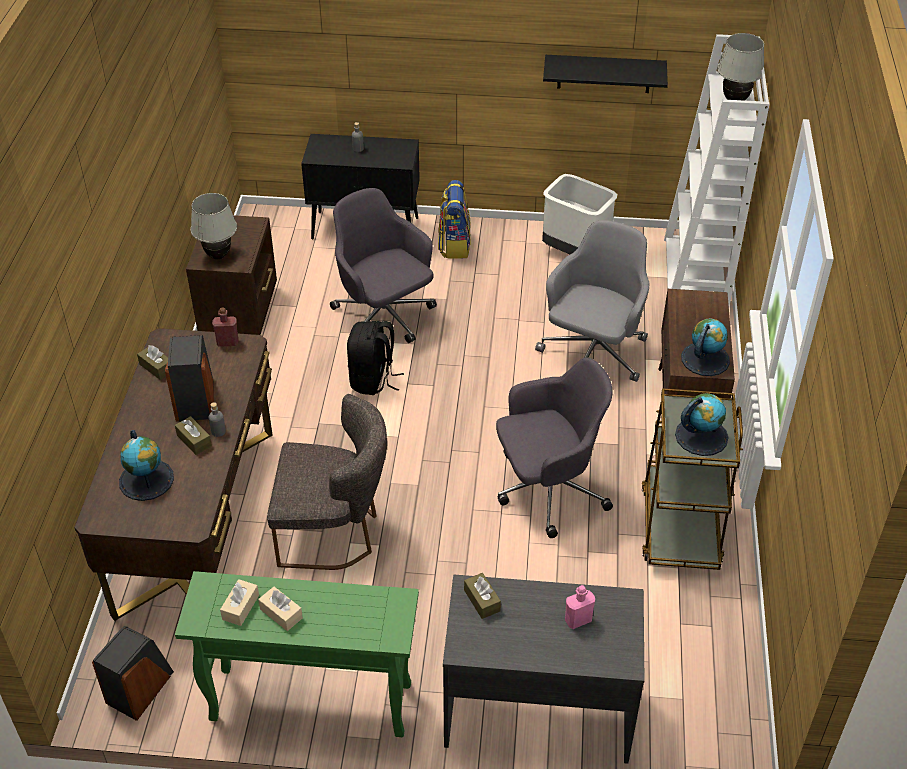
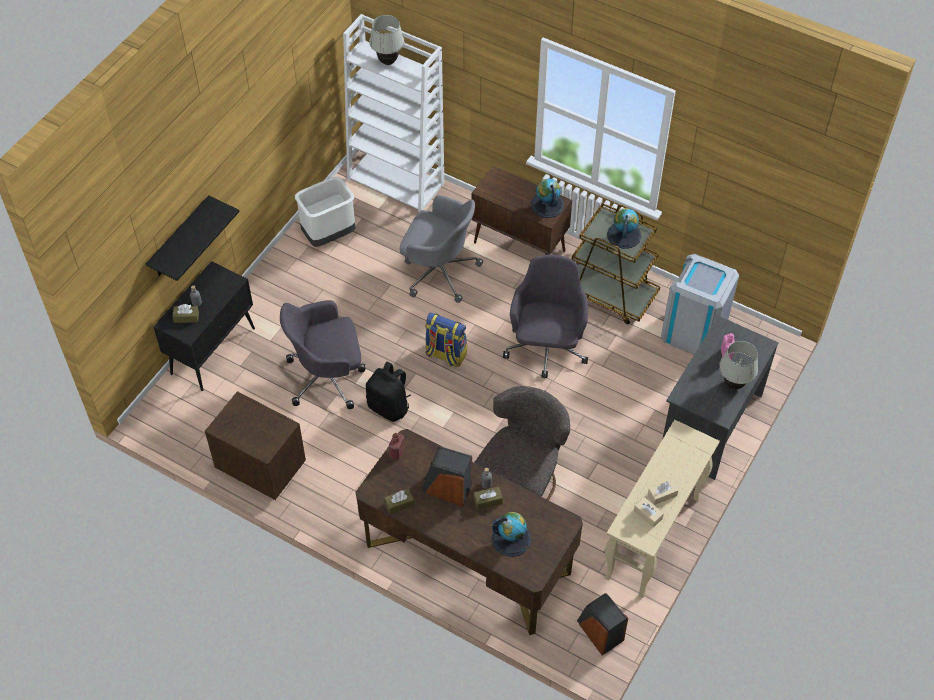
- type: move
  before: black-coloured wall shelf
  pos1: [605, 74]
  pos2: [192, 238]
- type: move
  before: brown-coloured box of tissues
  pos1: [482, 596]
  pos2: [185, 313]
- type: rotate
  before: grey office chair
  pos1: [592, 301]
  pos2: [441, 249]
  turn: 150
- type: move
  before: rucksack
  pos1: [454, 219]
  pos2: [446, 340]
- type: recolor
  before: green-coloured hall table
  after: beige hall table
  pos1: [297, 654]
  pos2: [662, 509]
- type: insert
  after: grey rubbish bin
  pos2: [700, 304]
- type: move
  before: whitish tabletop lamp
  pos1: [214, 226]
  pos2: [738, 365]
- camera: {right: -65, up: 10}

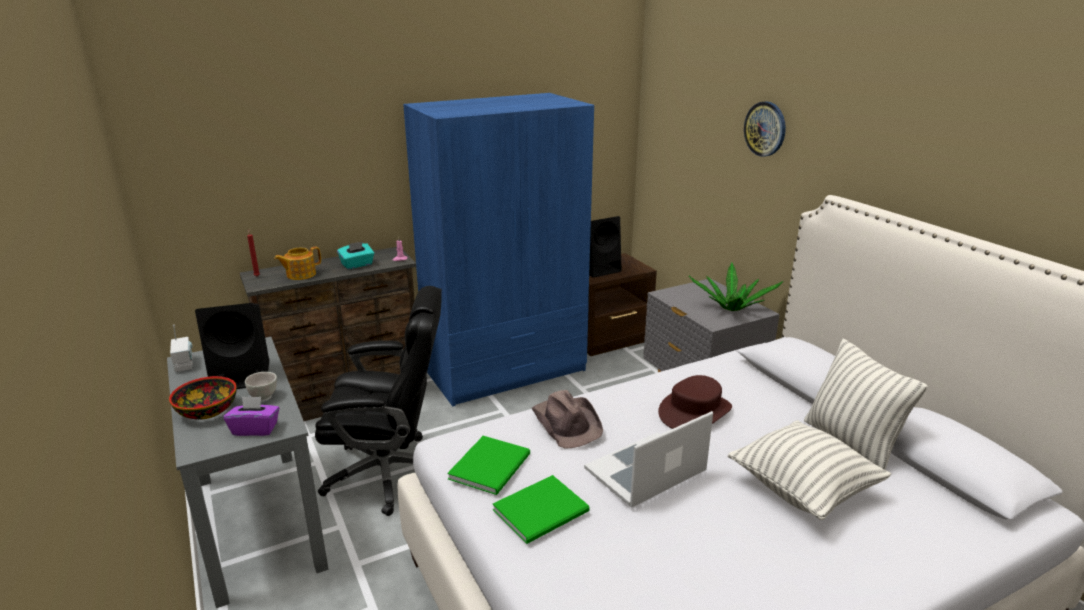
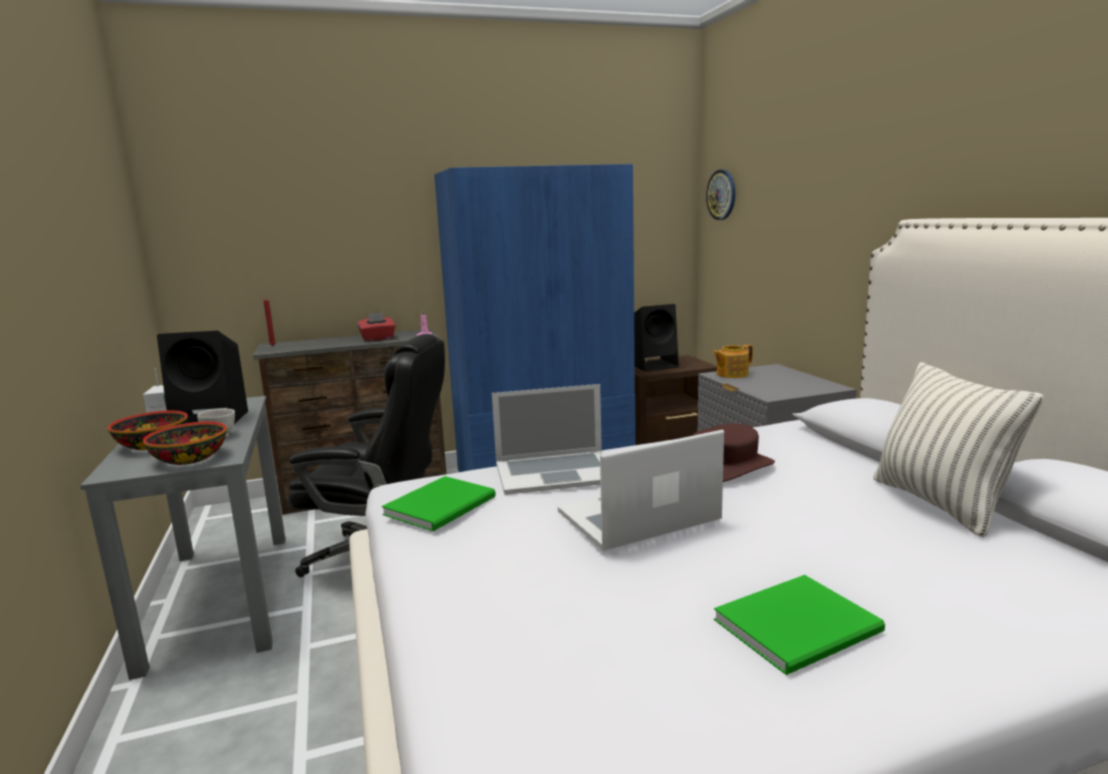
- type: replace
  before: purple box of tissues
  after: bowl
  pos1: [251, 416]
  pos2: [185, 443]
- type: recolor
  before: blue-green box of tissues
  after: reddish box of tissues
  pos1: [355, 255]
  pos2: [376, 327]
- type: replace
  before: brown-coloured clothing hat
  after: laptop
  pos1: [567, 419]
  pos2: [548, 439]
- type: move
  before: wall clock
  pos1: [765, 128]
  pos2: [721, 194]
- type: move
  before: pot for tea
  pos1: [297, 263]
  pos2: [732, 361]
- type: move
  before: green-coloured book
  pos1: [541, 509]
  pos2: [799, 625]
- type: delete
  before: houseplant
  pos1: [736, 287]
- type: delete
  before: cushion
  pos1: [809, 470]
- camera: {right: 10, up: -10}

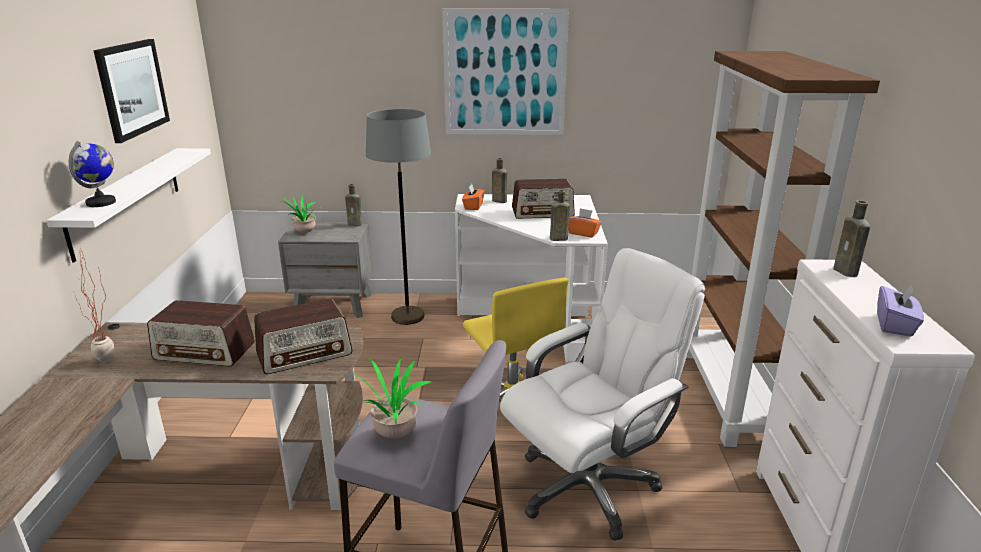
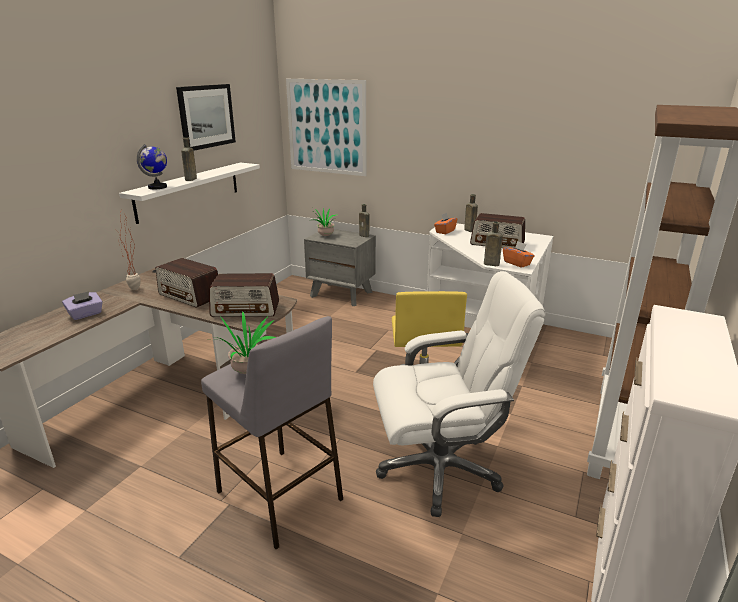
- type: move
  before: purple box of tissues
  pos1: [900, 310]
  pos2: [82, 305]
- type: move
  before: brown-coloured drink bottle
  pos1: [852, 238]
  pos2: [189, 159]
- type: move
  before: wall art
  pos1: [505, 71]
  pos2: [326, 127]
- type: delete
  before: grey standing lamp
  pos1: [398, 217]
- camera: {right: 25, up: 0}

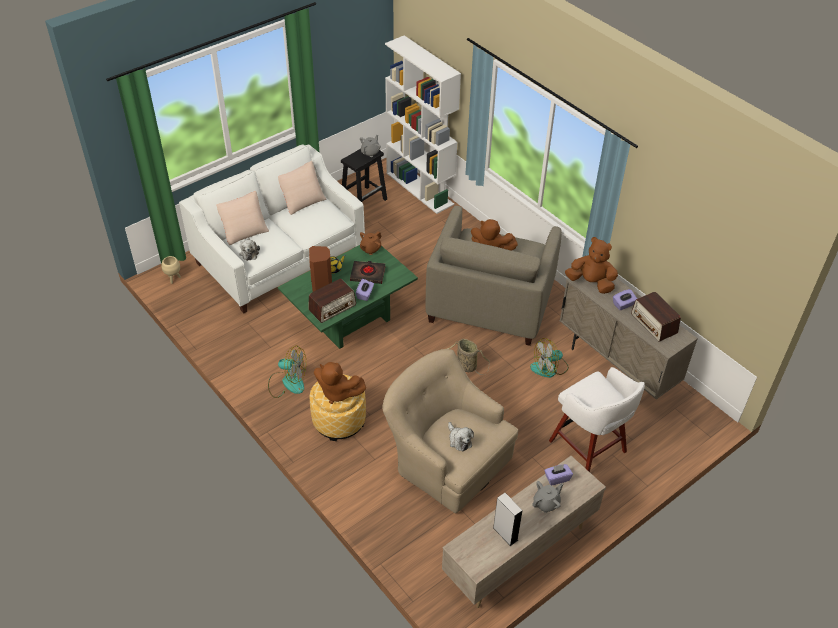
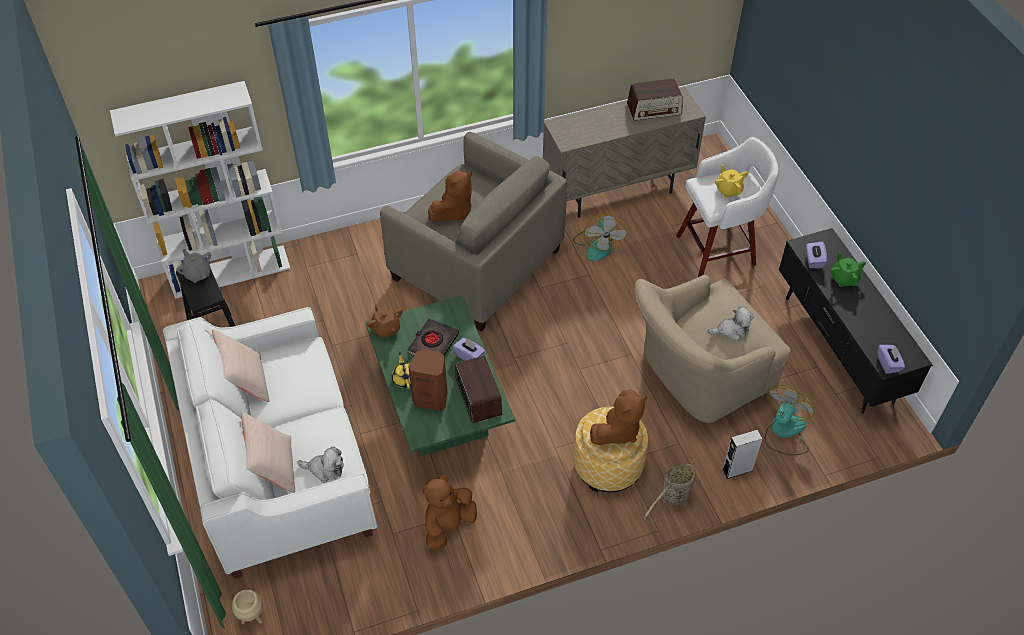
- type: move
  before: brown-coloured plush toy
  pos1: [591, 265]
  pos2: [449, 512]
- type: move
  before: household basket
  pos1: [465, 357]
  pos2: [671, 491]
- type: insert
  after: yellow-coloured pot for tea
  pos2: [731, 181]
- type: move
  before: grey speaker
  pos1: [508, 519]
  pos2: [742, 454]
- type: move
  before: fan
  pos1: [287, 372]
  pos2: [790, 420]
- type: recolor
  before: beige tv unit
  after: black-coloured tv unit
  pos1: [524, 532]
  pos2: [856, 320]
- type: recolor
  before: grey pot for tea
  after: green-coloured pot for tea
  pos1: [547, 497]
  pos2: [848, 269]
- type: move
  before: purple box of tissues
  pos1: [625, 299]
  pos2: [891, 359]
- camera: {right: -70, up: 5}

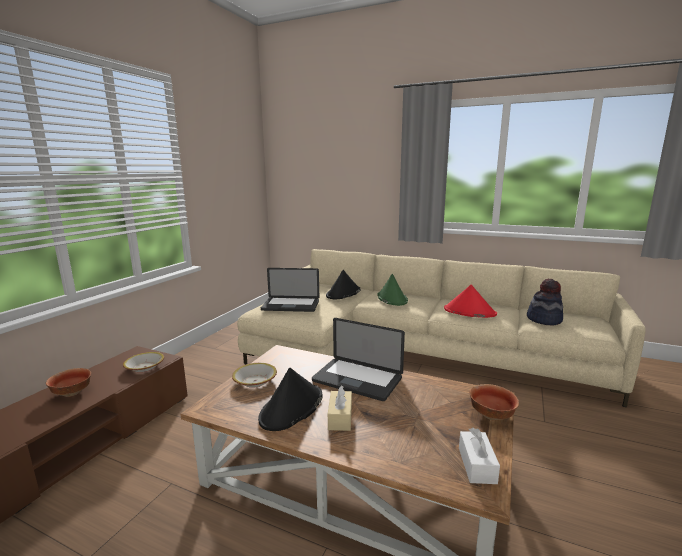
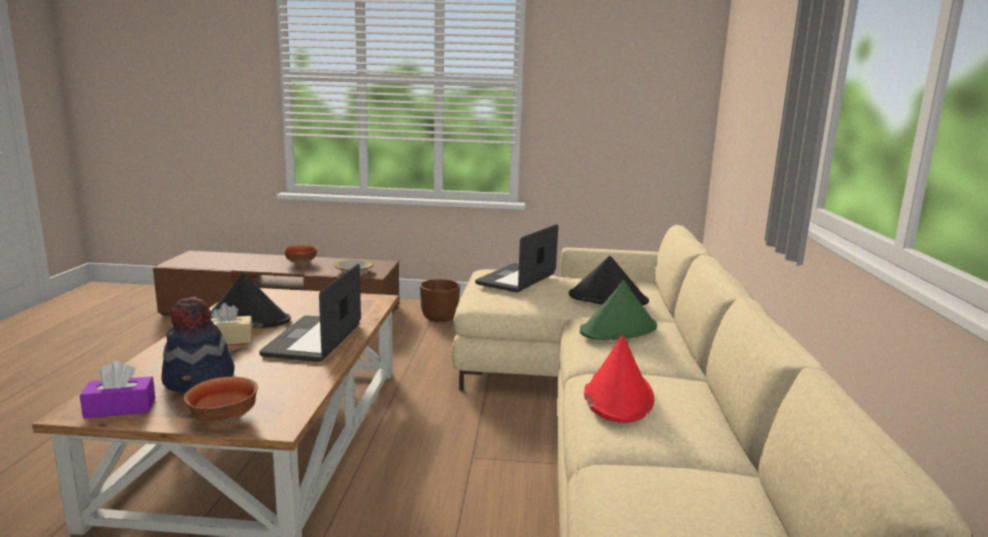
- type: recolor
  before: whitish box of tissues
  after: purple box of tissues
  pos1: [479, 456]
  pos2: [117, 390]
- type: move
  before: clothing hat
  pos1: [545, 302]
  pos2: [198, 344]
- type: insert
  after: brown-coloured flower pot
  pos2: [440, 300]
- type: rotate
  before: laptop
  pos1: [290, 290]
  pos2: [516, 258]
  turn: 45
- type: delete
  before: bowl
  pos1: [254, 375]
- camera: {right: 70, up: 0}

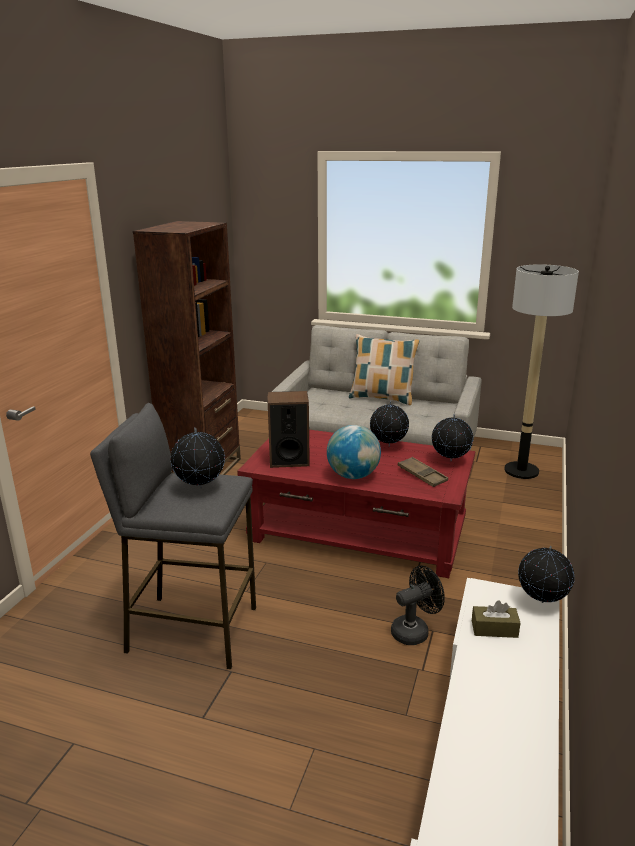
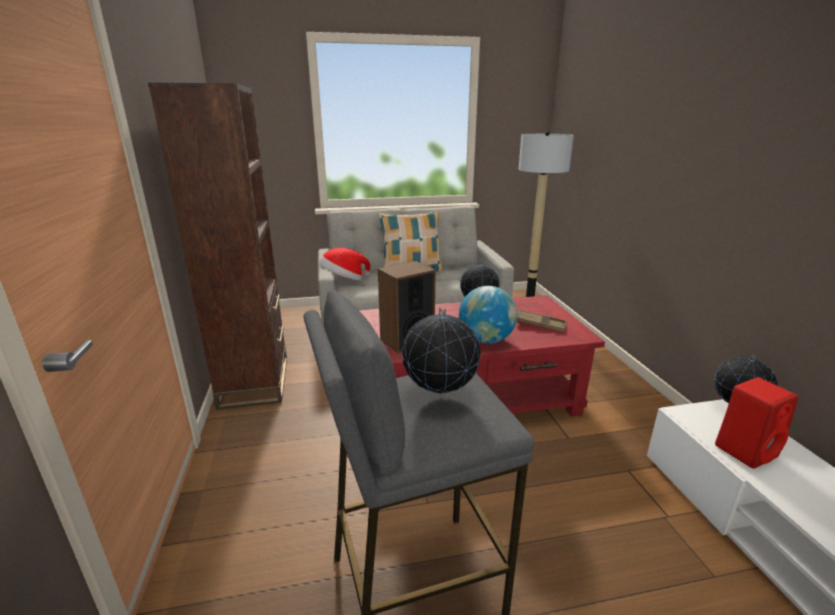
- type: insert
  after: clothing hat
  pos2: [344, 264]
- type: replace
  before: brown-coloured box of tissues
  after: reddish speaker
  pos1: [496, 619]
  pos2: [756, 423]
- type: delete
  before: black-coloured fan
  pos1: [418, 605]
- type: delete
  before: globe
  pos1: [452, 438]
- camera: {right: -30, up: 0}

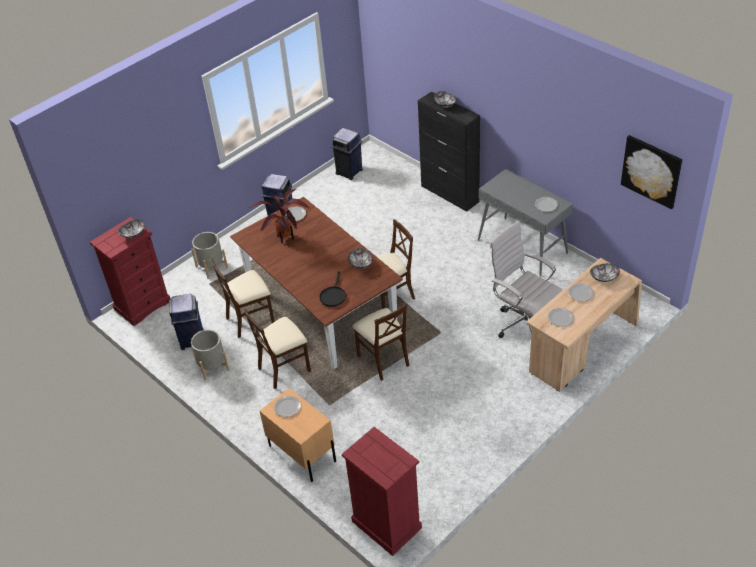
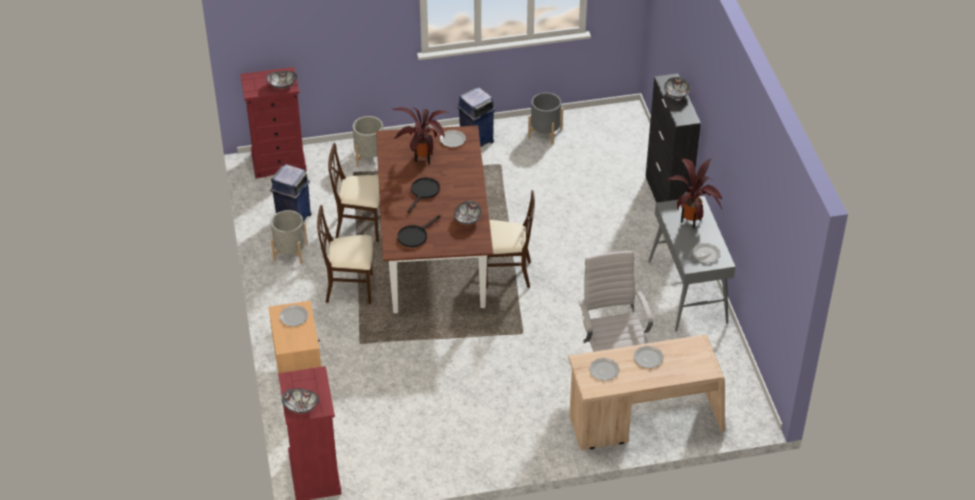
- type: move
  before: bowl
  pos1: [605, 272]
  pos2: [300, 400]
- type: insert
  after: black-coloured frying pan
  pos2: [423, 195]
- type: insert
  after: grey flower pot
  pos2: [545, 118]
- type: insert
  after: houseplant
  pos2: [694, 193]
- type: delete
  before: blue-coloured rubbish bin
  pos1: [347, 154]
- type: delete
  before: beige upright chair
  pos1: [381, 342]
- type: delete
  before: wall art
  pos1: [651, 172]
- camera: {right: 30, up: 0}

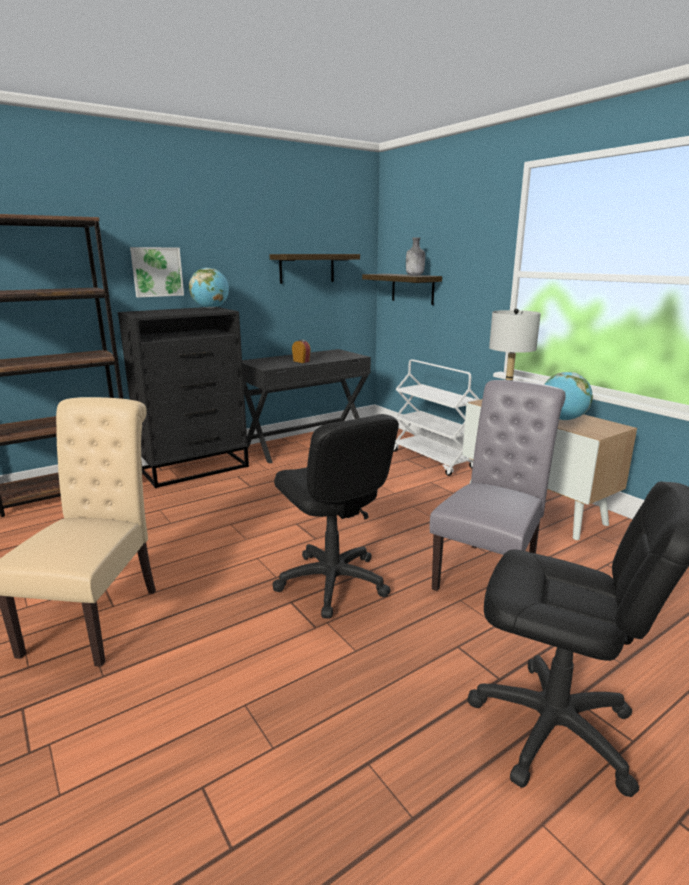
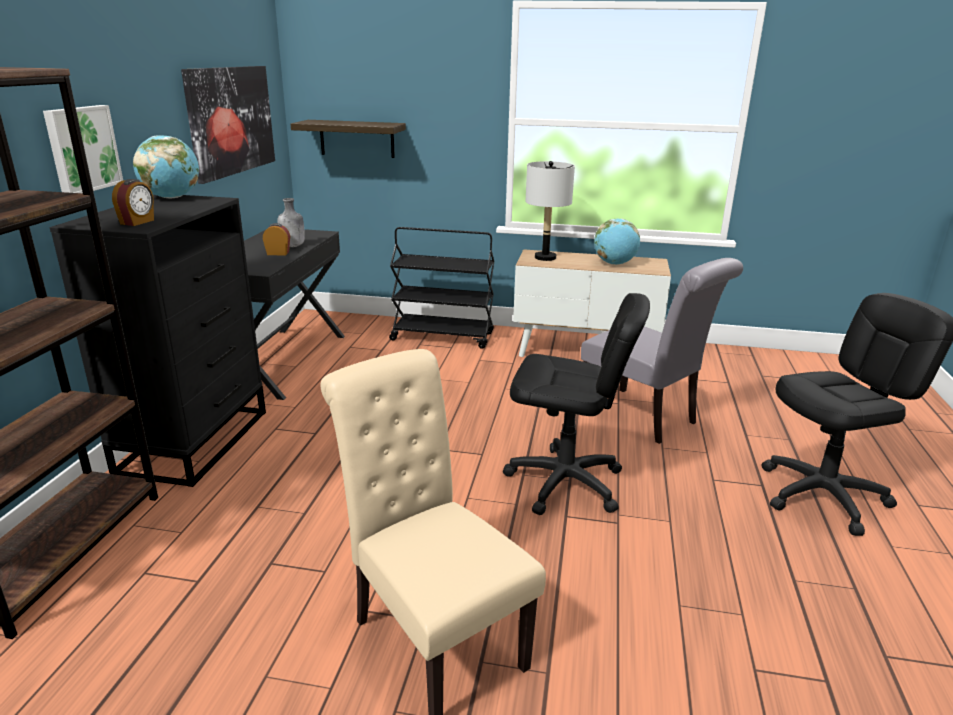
- type: insert
  after: alarm clock
  pos2: [133, 202]
- type: replace
  before: wall shelf
  after: wall art
  pos1: [314, 269]
  pos2: [228, 125]
- type: move
  before: grey drink bottle
  pos1: [415, 257]
  pos2: [291, 222]
- type: recolor
  before: whitish wheeled cart
  after: black-coloured wheeled cart
  pos1: [436, 417]
  pos2: [441, 288]
- type: rotate
  before: grey upright chair
  pos1: [498, 485]
  pos2: [662, 351]
  turn: 150
- camera: {right: -45, up: 5}

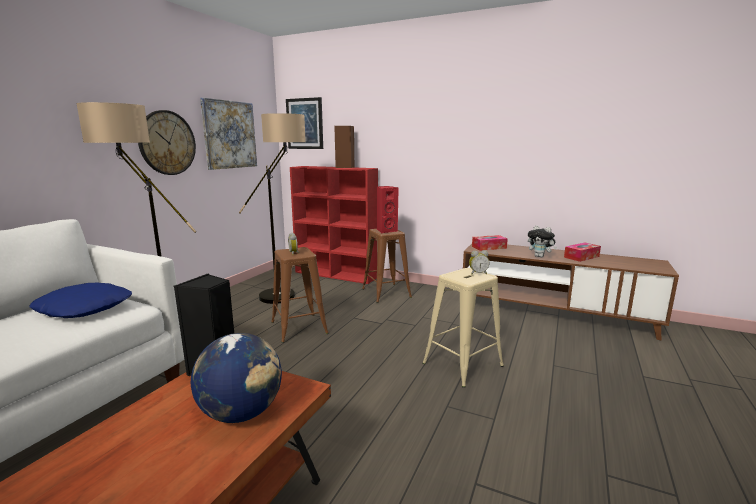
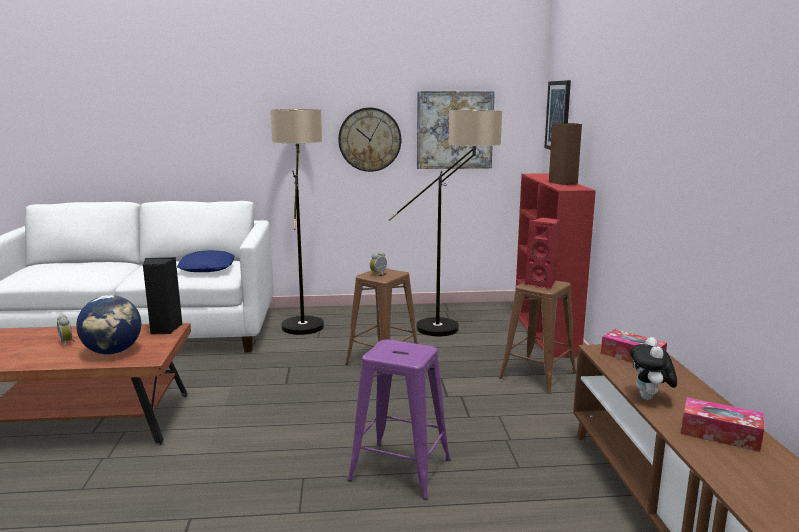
- type: move
  before: alarm clock
  pos1: [479, 262]
  pos2: [66, 330]
- type: recolor
  before: beige sitting stool
  after: purple sitting stool
  pos1: [463, 328]
  pos2: [399, 419]
- camera: {right: 60, up: 0}

